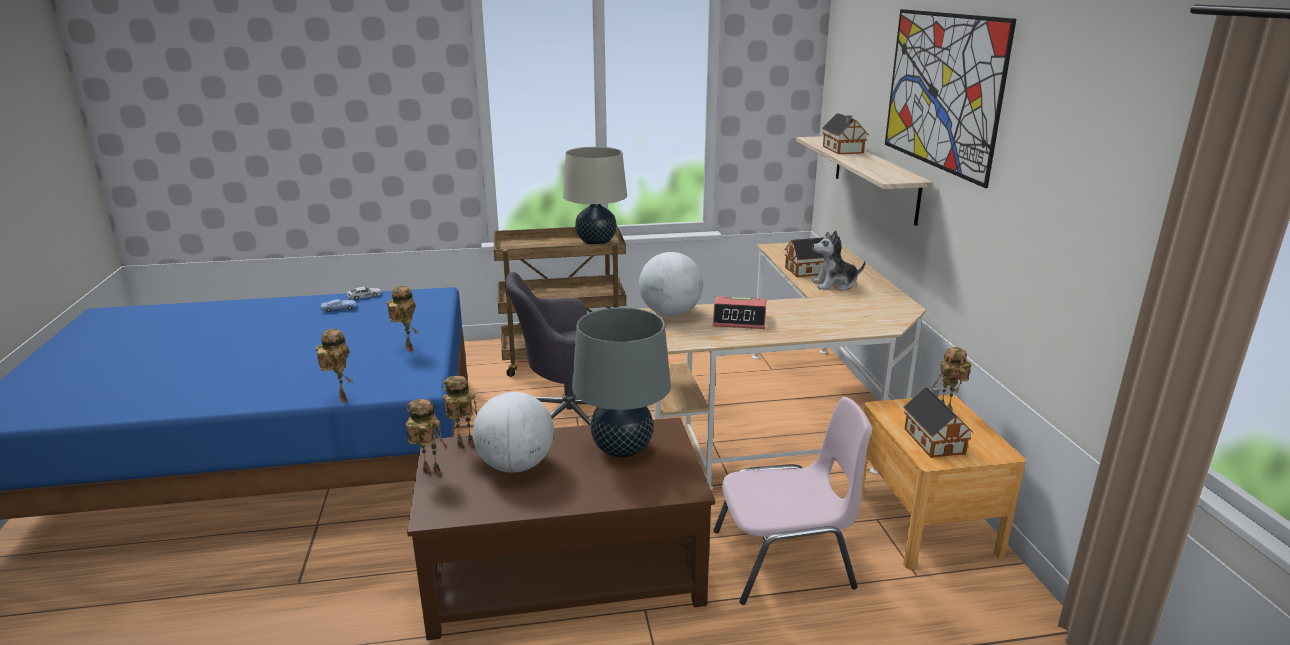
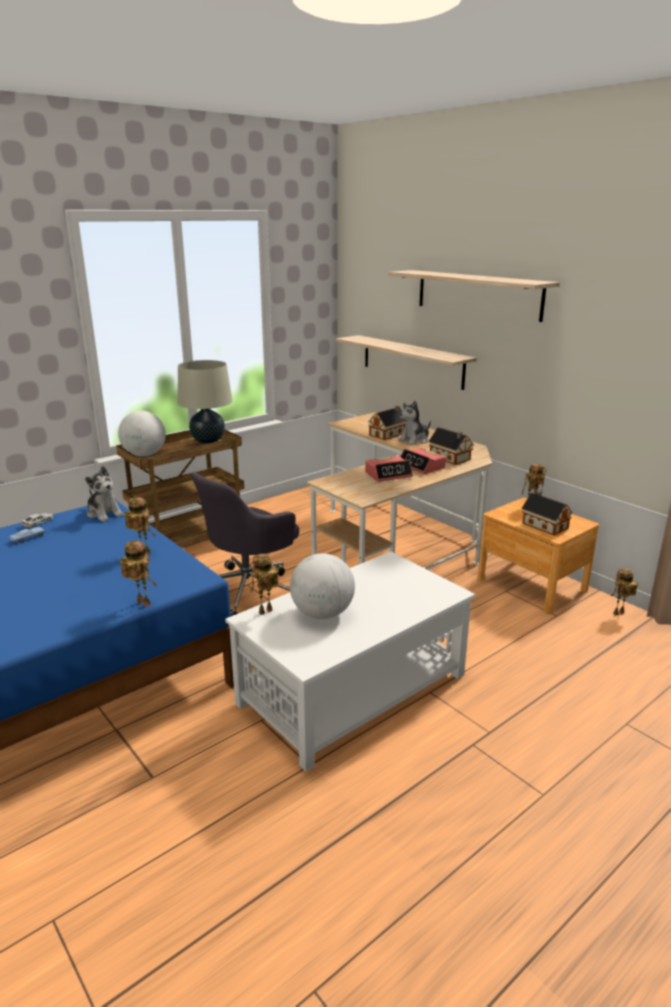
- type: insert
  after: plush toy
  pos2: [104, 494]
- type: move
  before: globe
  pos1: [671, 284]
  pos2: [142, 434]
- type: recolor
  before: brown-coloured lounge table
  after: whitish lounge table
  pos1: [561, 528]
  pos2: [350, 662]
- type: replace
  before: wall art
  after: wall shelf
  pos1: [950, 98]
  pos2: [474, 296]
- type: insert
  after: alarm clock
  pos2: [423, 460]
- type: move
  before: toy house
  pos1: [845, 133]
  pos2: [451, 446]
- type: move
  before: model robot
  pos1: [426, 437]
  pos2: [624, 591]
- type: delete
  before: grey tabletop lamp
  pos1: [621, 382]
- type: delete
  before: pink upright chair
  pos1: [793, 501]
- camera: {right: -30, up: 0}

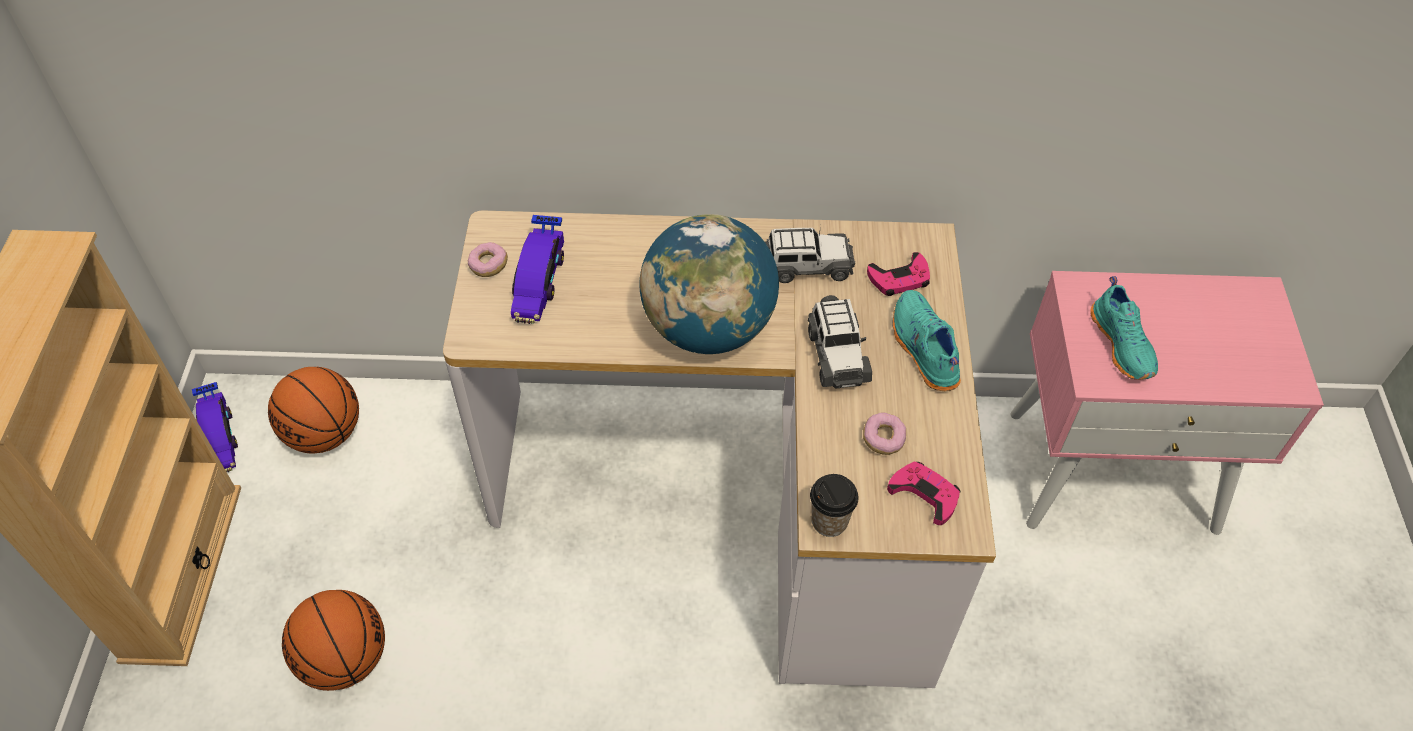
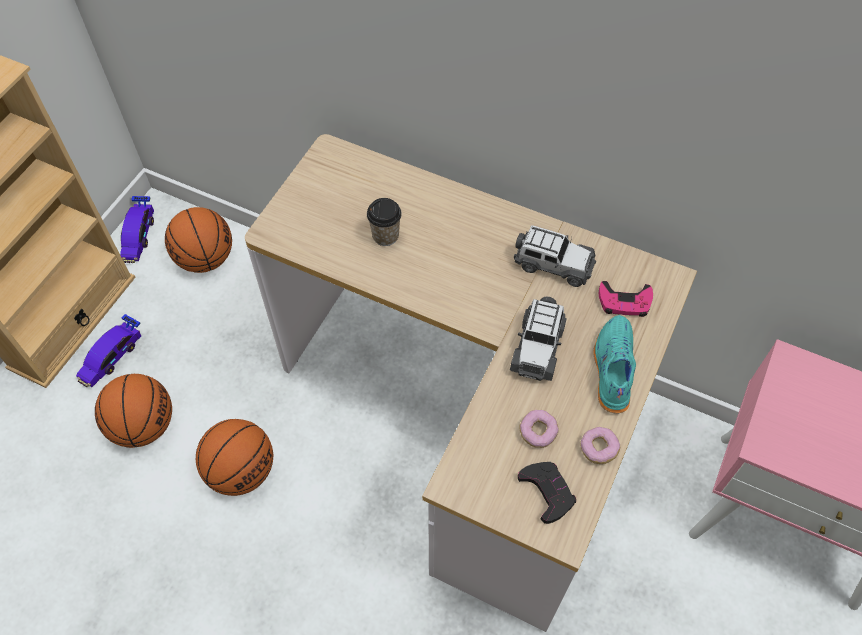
- type: move
  before: miniature car
  pos1: [537, 269]
  pos2: [108, 350]
- type: insert
  after: basketball
  pos2: [234, 457]
- type: move
  before: small cup
  pos1: [834, 505]
  pos2: [384, 222]
- type: recolor
  before: pink game controller
  after: black-coloured game controller
  pos1: [924, 493]
  pos2: [547, 493]
- type: move
  before: doughnut
  pos1: [488, 259]
  pos2: [600, 445]
- type: delete
  before: globe
  pos1: [709, 284]
- type: delete
  before: blue-green item of footwear
  pos1: [1124, 328]
- camera: {right: 25, up: 5}

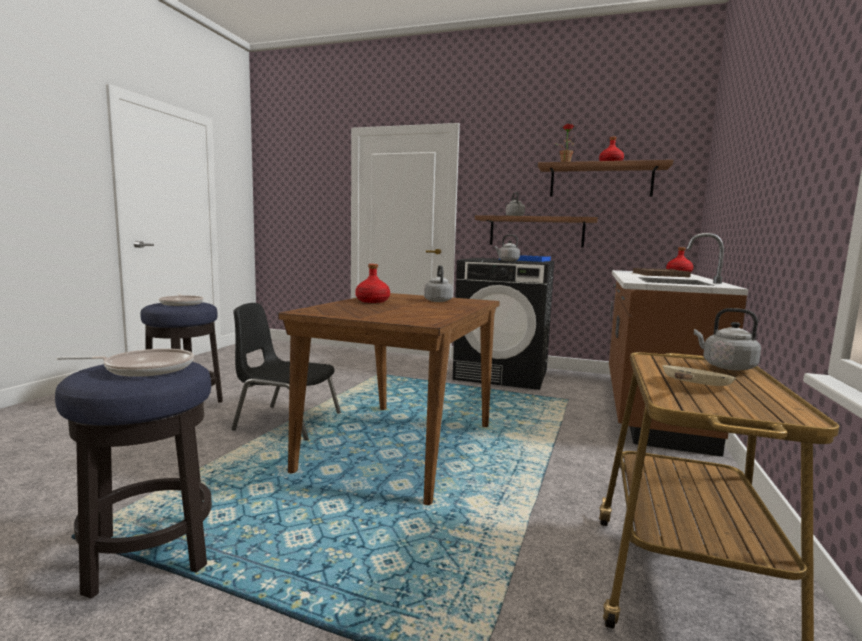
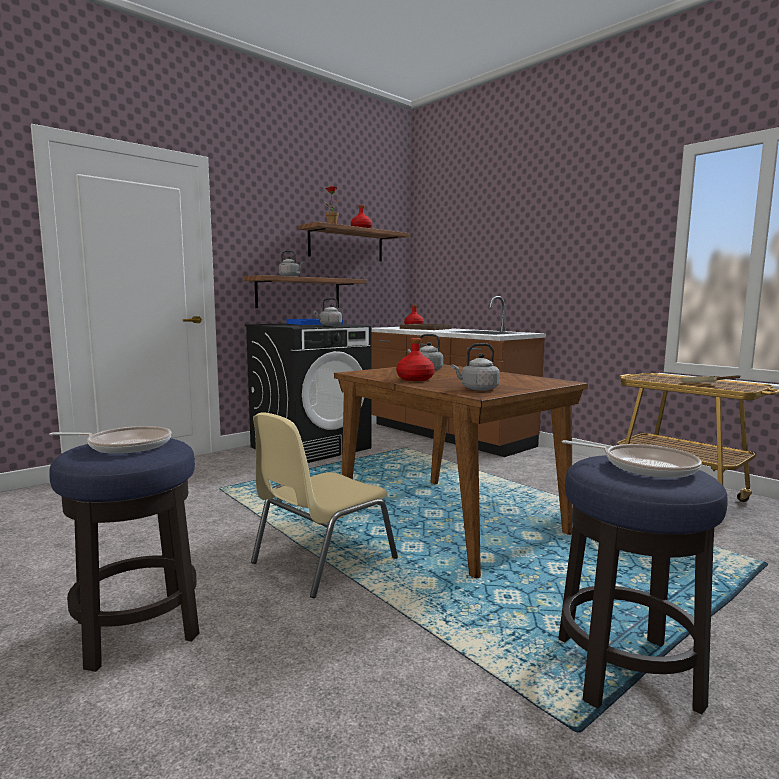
- type: recolor
  before: black-coloured upright chair
  after: beige upright chair
  pos1: [286, 371]
  pos2: [324, 505]
- type: move
  before: grey kettle
  pos1: [727, 339]
  pos2: [476, 367]
- type: rotate
  before: frying pan
  pos1: [125, 363]
  pos2: [632, 459]
  turn: 105
- camera: {right: -60, up: 0}

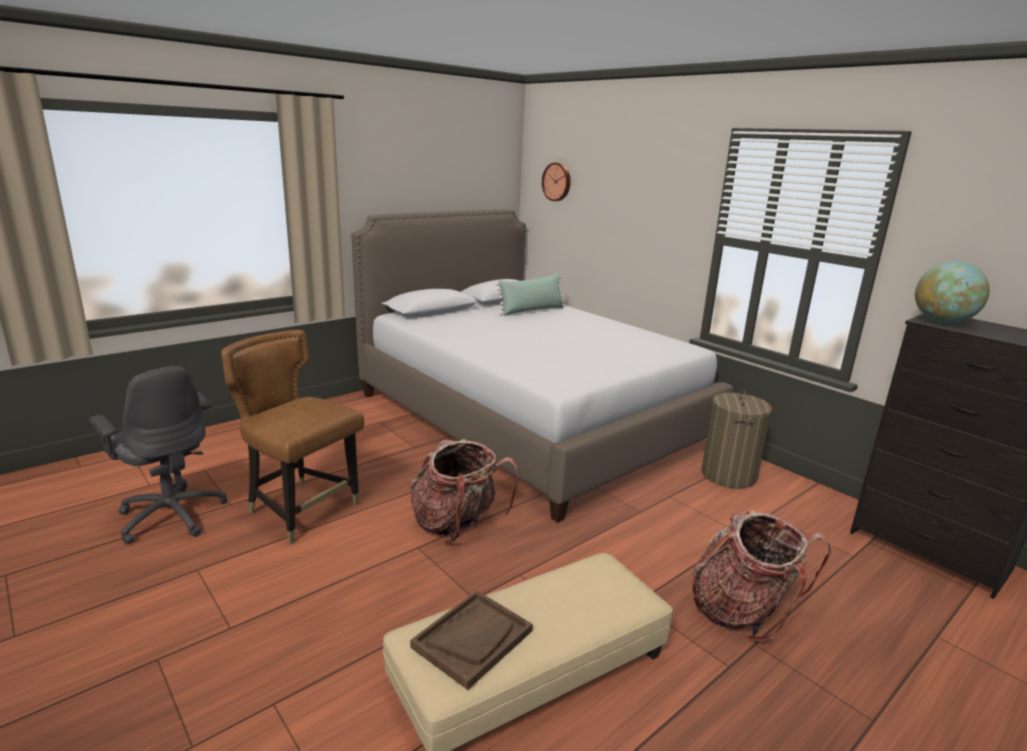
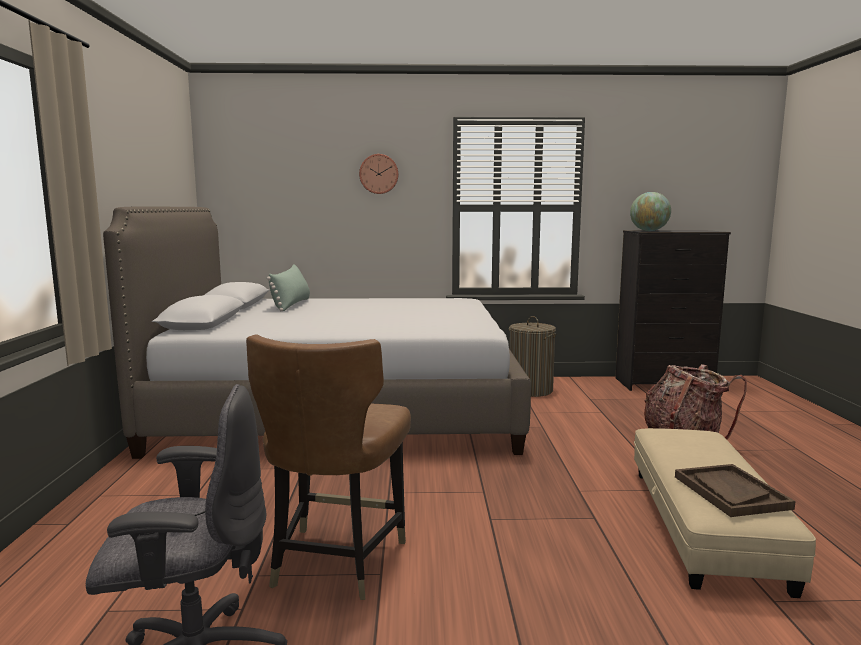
- type: rotate
  before: brown-coloured upright chair
  pos1: [292, 437]
  pos2: [328, 467]
  turn: -60
- type: move
  before: wall clock
  pos1: [556, 182]
  pos2: [379, 174]
- type: delete
  before: rucksack
  pos1: [464, 491]
- camera: {right: -50, up: -10}

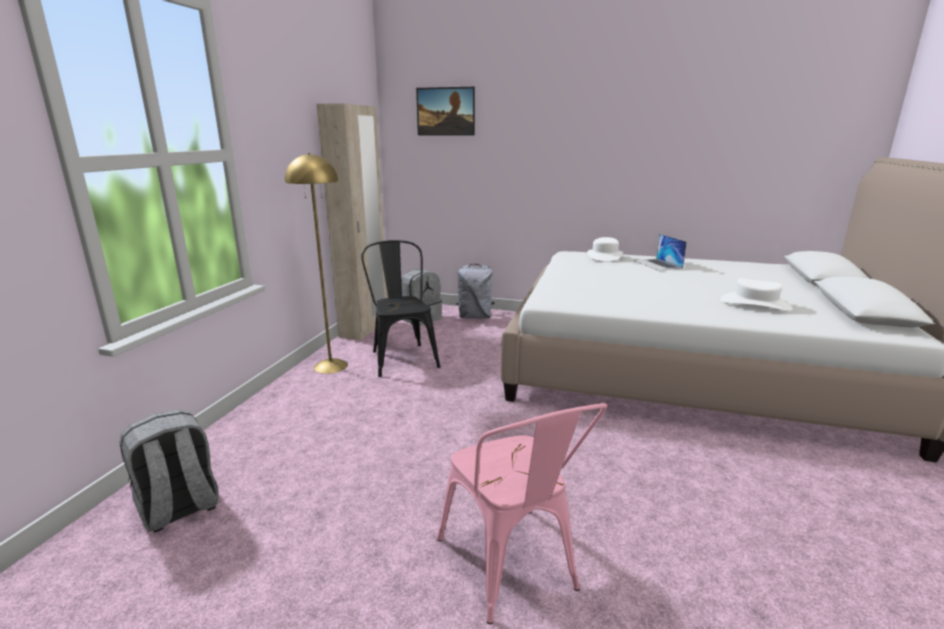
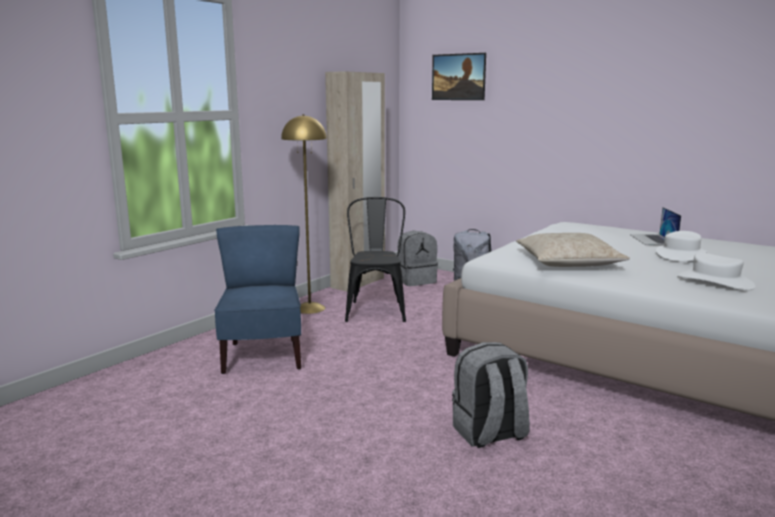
- type: insert
  after: blue-coloured upright chair
  pos2: [257, 299]
- type: move
  before: grey rucksack
  pos1: [169, 471]
  pos2: [491, 395]
- type: insert
  after: beige cushion
  pos2: [573, 250]
- type: move
  before: whitish clothing hat
  pos1: [605, 249]
  pos2: [682, 246]
- type: delete
  before: pink upright chair
  pos1: [522, 513]
- camera: {right: 20, up: -5}

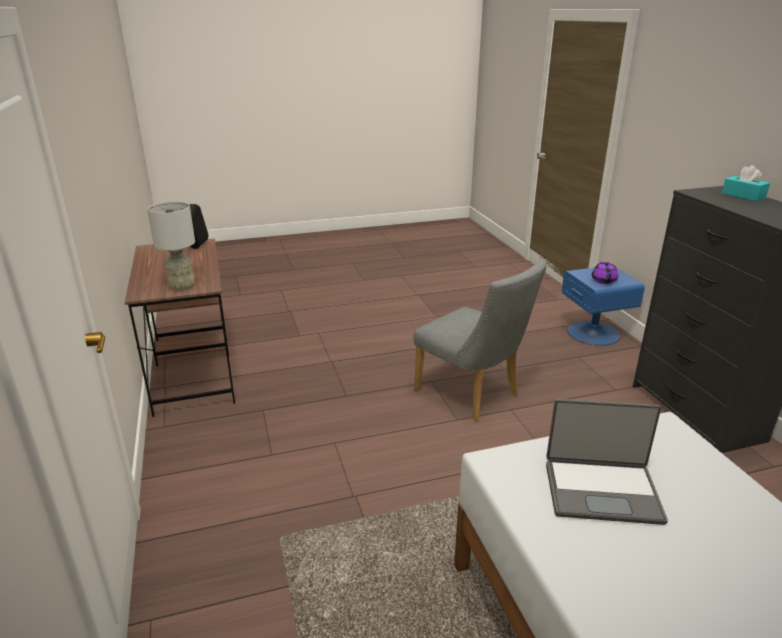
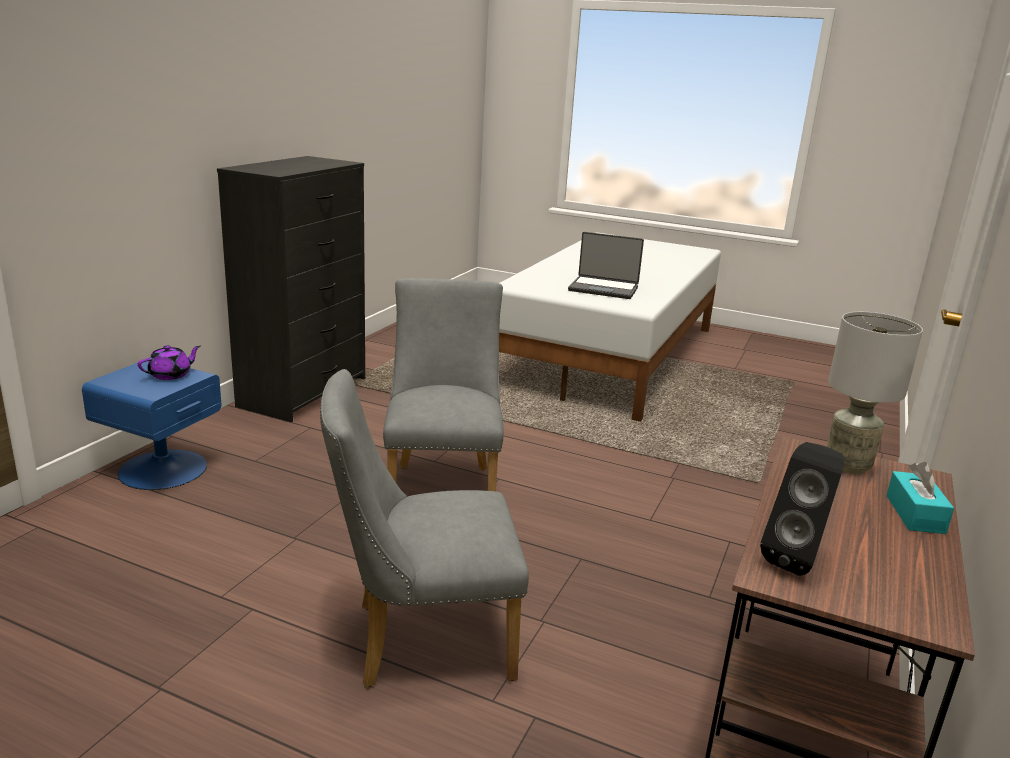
- type: insert
  after: grey upright chair
  pos2: [424, 528]
- type: rotate
  before: laptop
  pos1: [607, 462]
  pos2: [606, 265]
  turn: 150
- type: move
  before: blue-green box of tissues
  pos1: [746, 183]
  pos2: [920, 498]
- camera: {right: -140, up: -5}

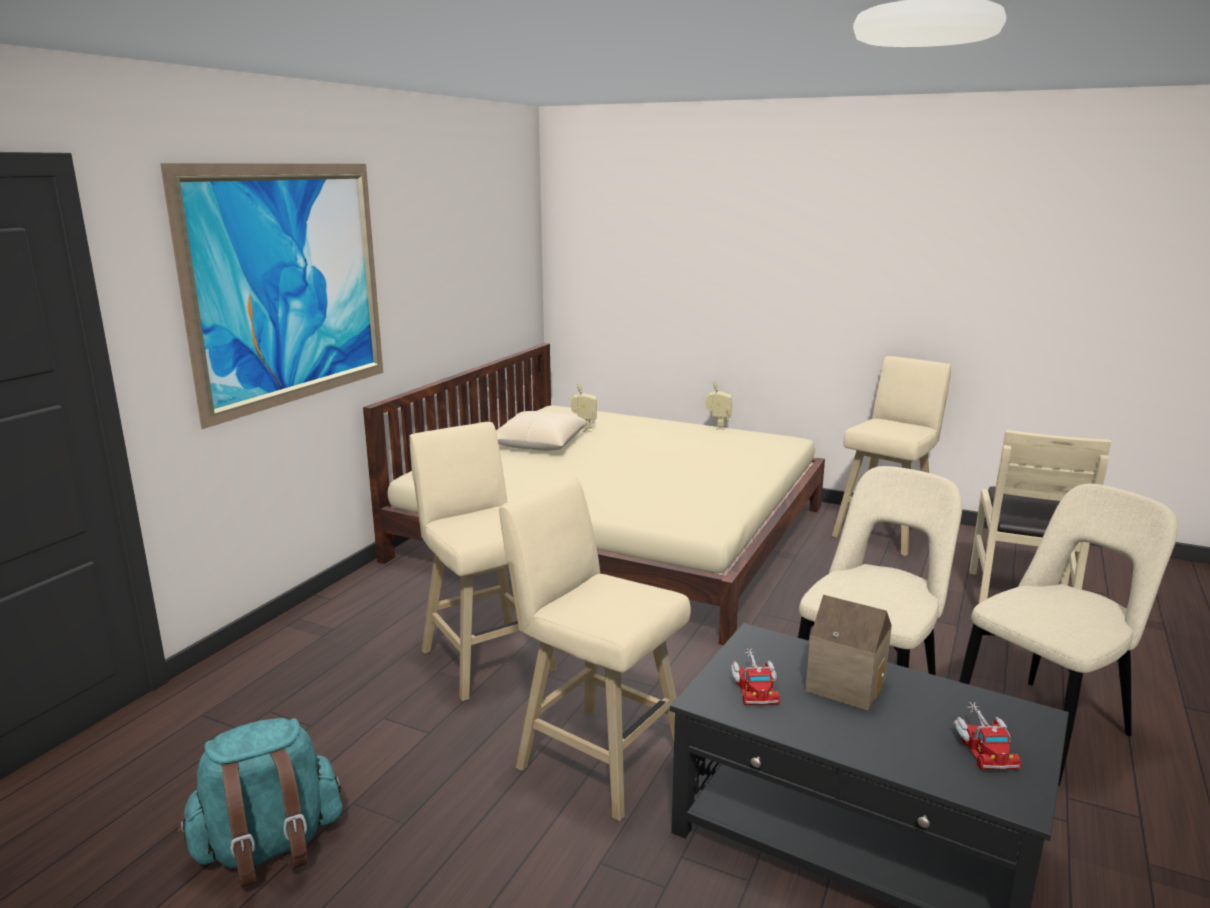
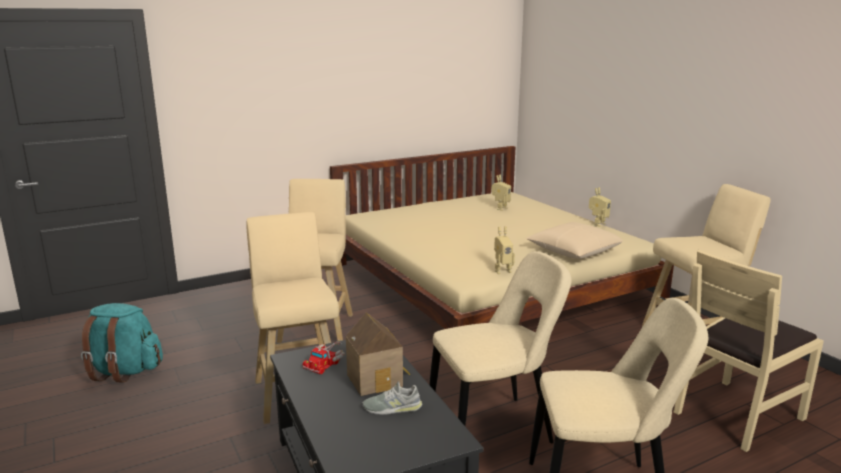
- type: insert
  after: grey item of footwear
  pos2: [392, 398]
- type: insert
  after: model robot
  pos2: [504, 250]
- type: move
  before: beige cushion
  pos1: [542, 431]
  pos2: [574, 240]
- type: delete
  before: wall art
  pos1: [271, 296]
- type: delete
  before: model truck
  pos1: [987, 735]
- camera: {right: 35, up: 0}

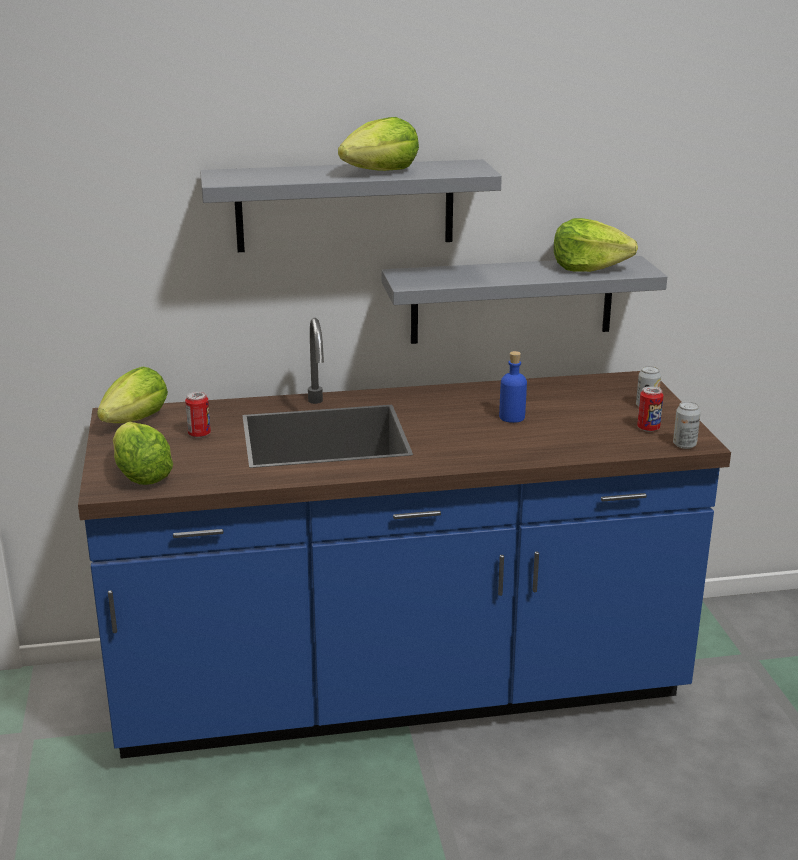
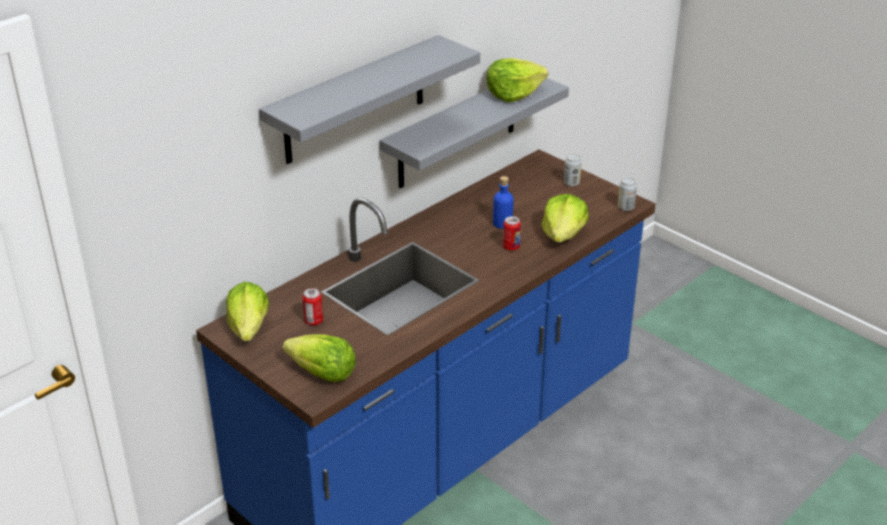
- type: move
  before: metal can
  pos1: [650, 409]
  pos2: [512, 233]
- type: move
  before: lettuce
  pos1: [378, 144]
  pos2: [565, 218]
- camera: {right: -35, up: 10}

